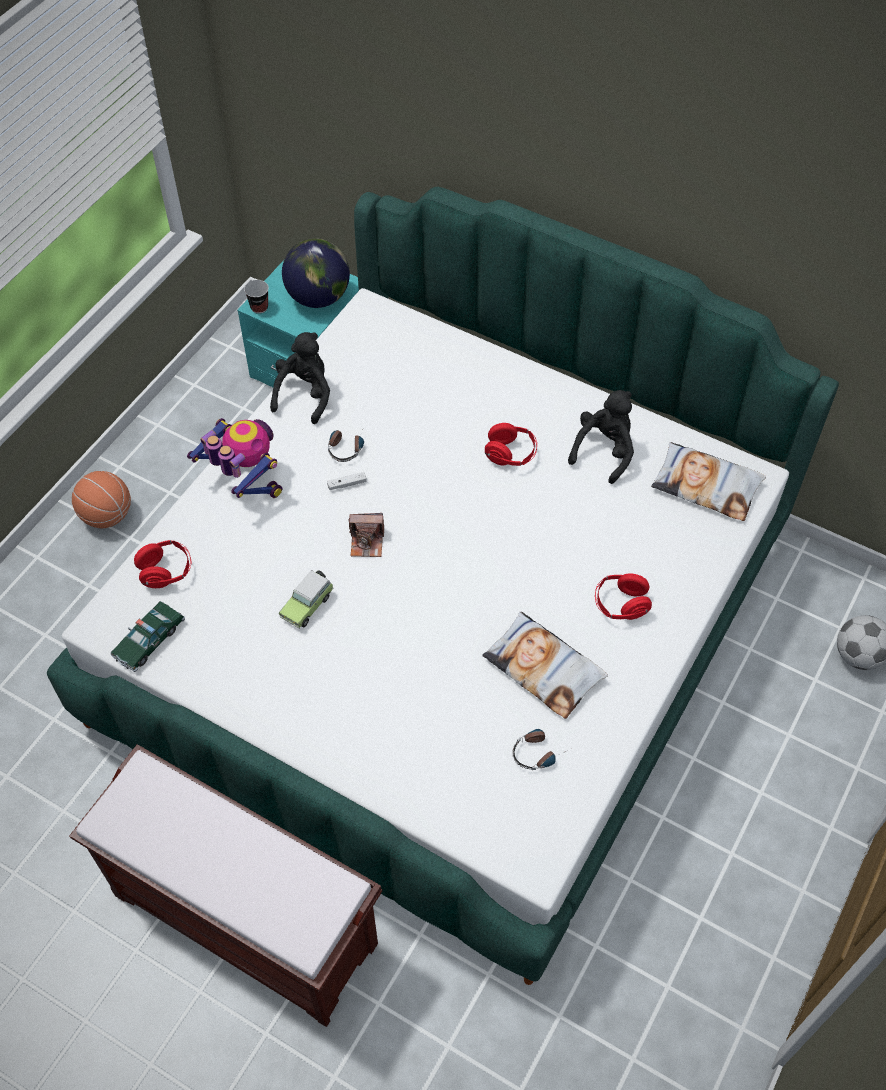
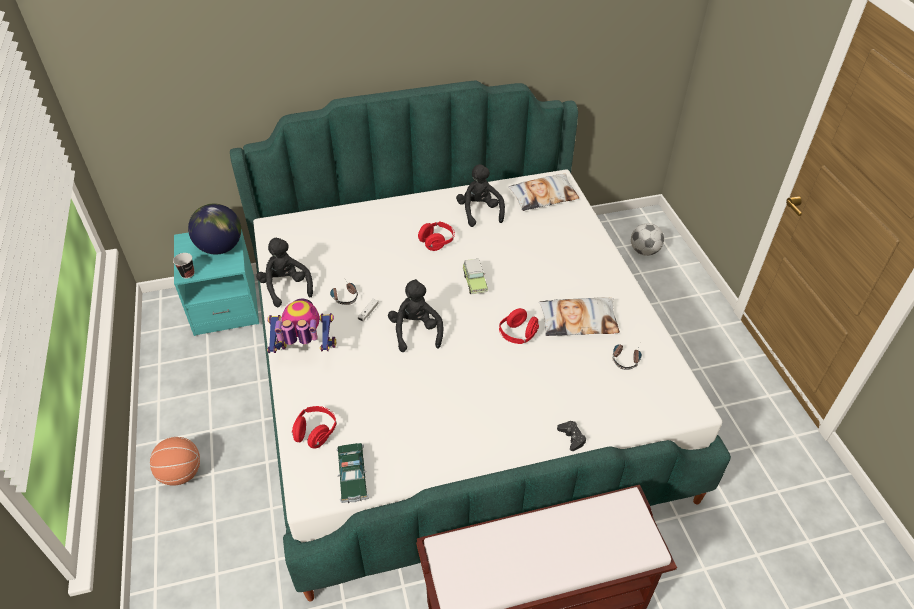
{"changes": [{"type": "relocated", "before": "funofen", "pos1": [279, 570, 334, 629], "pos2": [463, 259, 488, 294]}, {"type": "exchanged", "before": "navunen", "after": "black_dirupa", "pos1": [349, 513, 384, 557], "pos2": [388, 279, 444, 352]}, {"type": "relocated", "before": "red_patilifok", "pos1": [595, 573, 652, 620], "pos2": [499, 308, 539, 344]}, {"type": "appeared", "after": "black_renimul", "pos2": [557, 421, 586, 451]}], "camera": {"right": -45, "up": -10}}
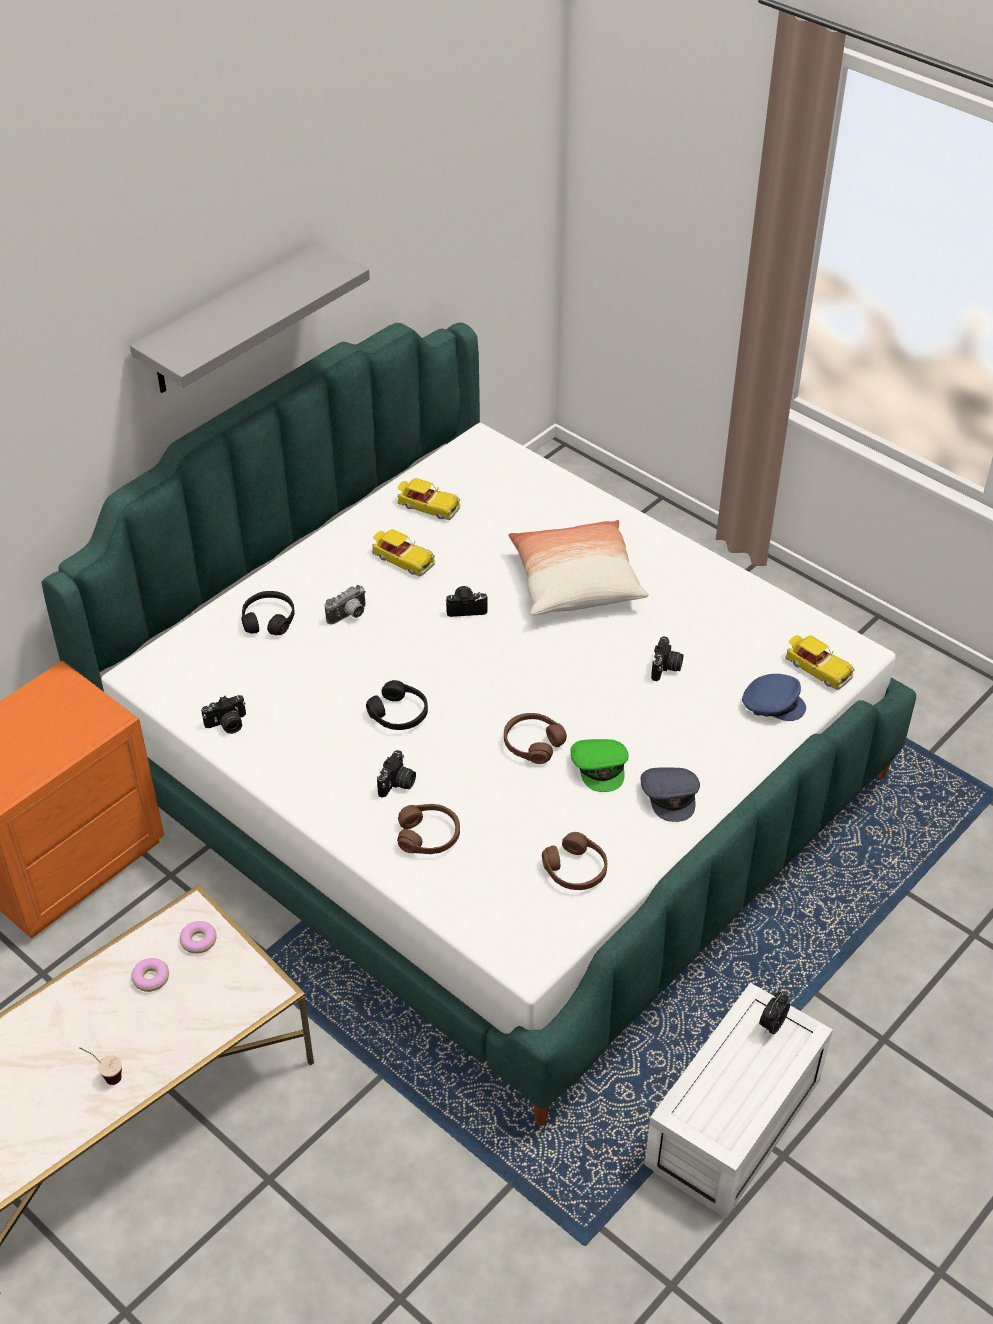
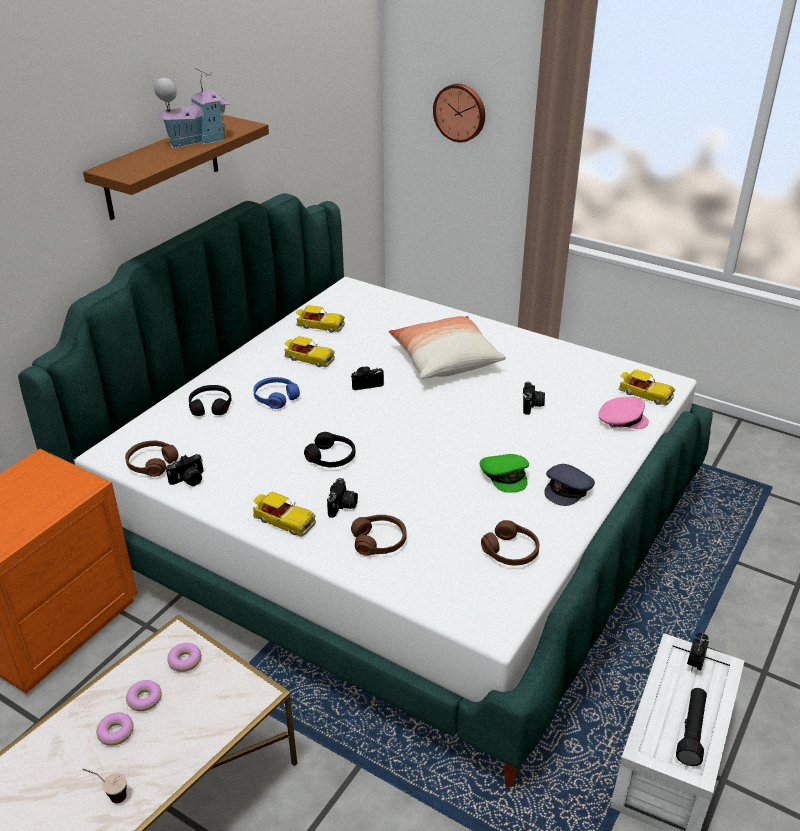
{"changes": [{"type": "colour", "before": "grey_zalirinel", "after": "brown_zalirinel", "pos1": [130, 242, 370, 393], "pos2": [83, 115, 269, 220]}, {"type": "exchanged", "before": "navunen", "after": "blue_patilifok", "pos1": [325, 585, 366, 624], "pos2": [253, 377, 300, 409]}, {"type": "relocated", "before": "brown_patilifok", "pos1": [504, 713, 567, 764], "pos2": [125, 441, 179, 477]}, {"type": "spun", "before": "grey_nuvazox", "pos1": [641, 767, 700, 822], "pos2": [544, 464, 595, 506], "turn": 60}, {"type": "colour", "before": "blue_nuvazox", "after": "pink_nuvazox", "pos1": [742, 674, 806, 721], "pos2": [599, 397, 649, 429]}, {"type": "appeared", "after": "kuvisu", "pos2": [96, 712, 134, 746]}, {"type": "appeared", "after": "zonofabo", "pos2": [154, 68, 229, 148]}, {"type": "appeared", "after": "funofen", "pos2": [253, 492, 316, 537]}, {"type": "appeared", "after": "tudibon", "pos2": [433, 84, 485, 142]}, {"type": "appeared", "after": "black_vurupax", "pos2": [676, 688, 707, 766]}], "camera": {"right": -10, "up": -10}}
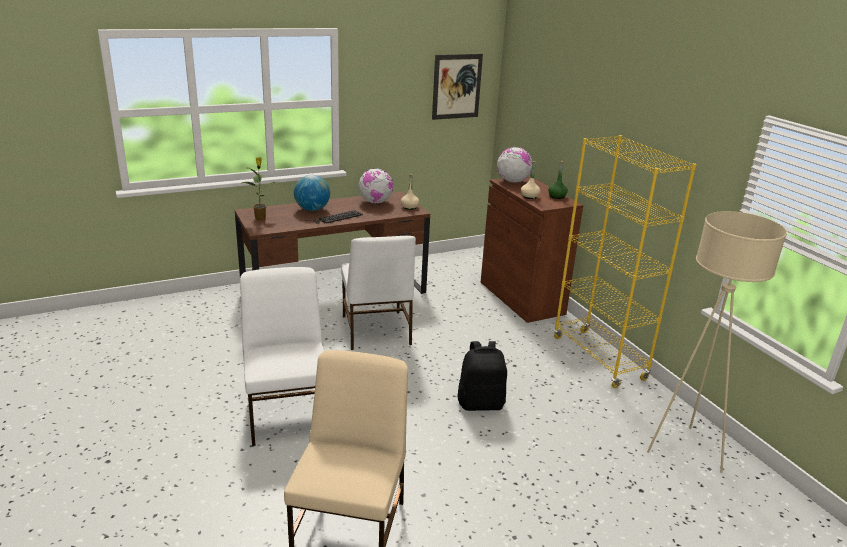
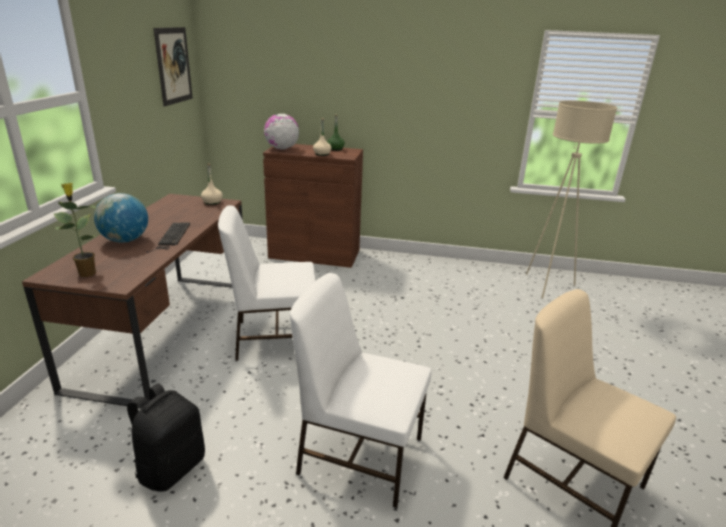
{"changes": [{"type": "spun", "before": "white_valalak", "pos1": [341, 236, 416, 350], "pos2": [218, 205, 316, 361], "turn": 150}, {"type": "missing", "before": "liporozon", "pos1": [358, 168, 393, 204]}, {"type": "relocated", "before": "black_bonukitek", "pos1": [457, 341, 507, 411], "pos2": [127, 383, 205, 492]}, {"type": "missing", "before": "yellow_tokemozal", "pos1": [554, 135, 697, 388]}], "camera": {"right": -55, "up": 0}}
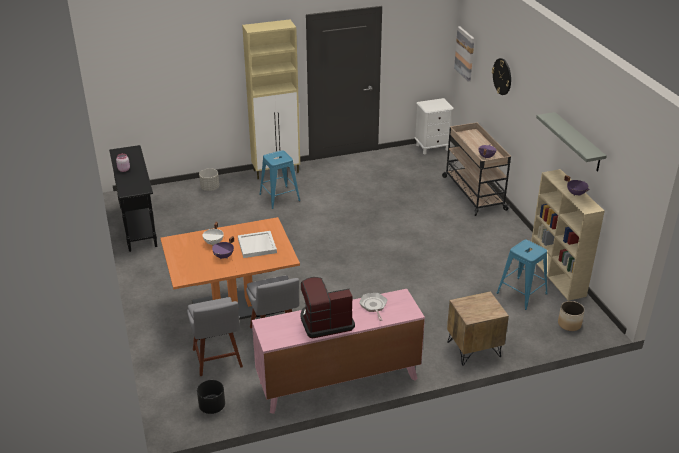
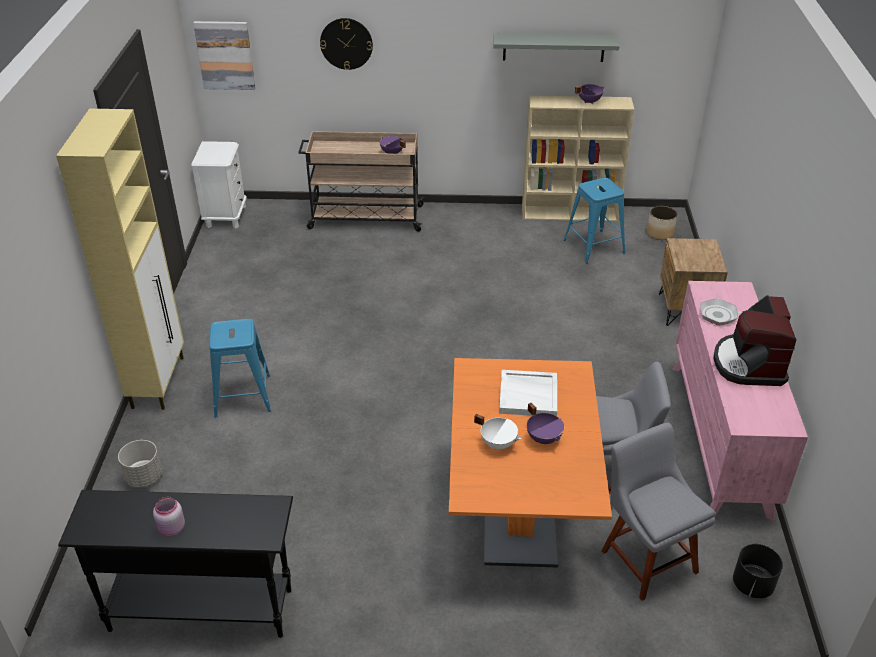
{"changes": [{"type": "spun", "before": "grey_valalak", "pos1": [187, 297, 243, 376], "pos2": [601, 423, 715, 601], "turn": -120}], "camera": {"right": -70, "up": 5}}
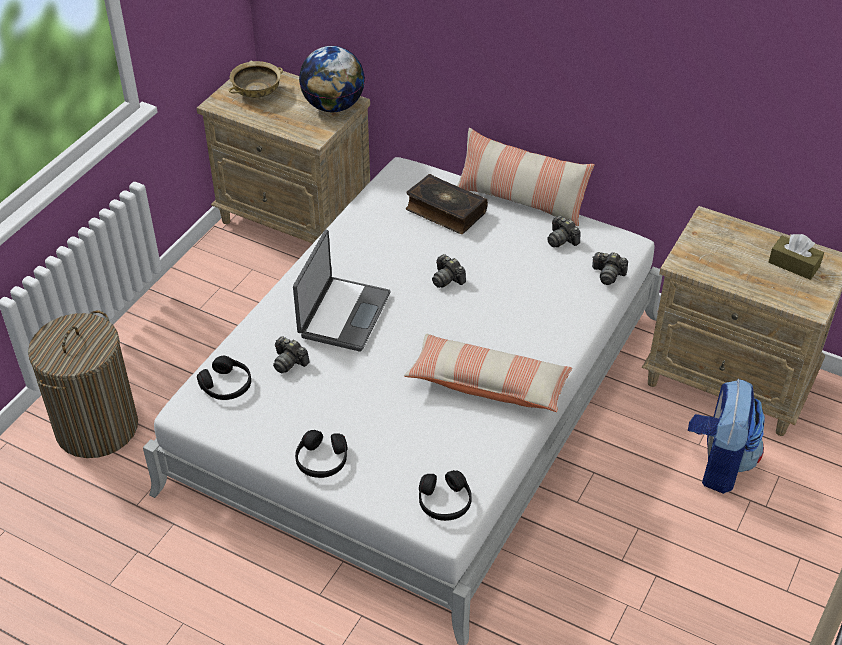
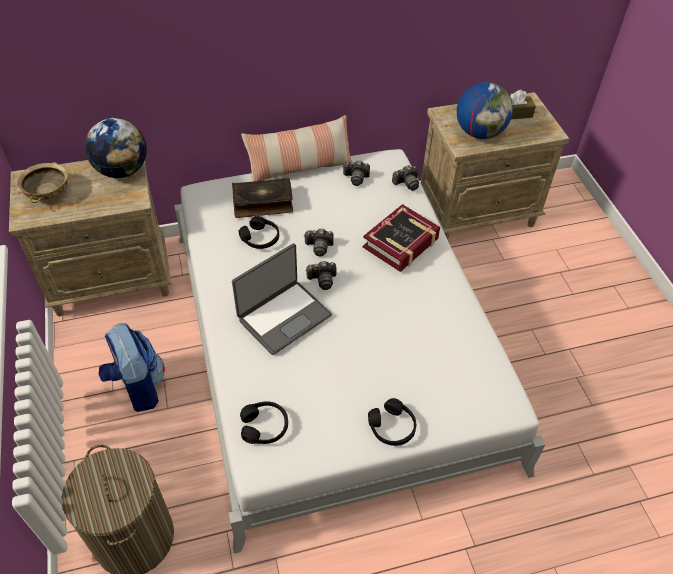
{"changes": [{"type": "relocated", "before": "navunen", "pos1": [273, 336, 309, 373], "pos2": [306, 261, 337, 290]}, {"type": "spun", "before": "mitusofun", "pos1": [293, 230, 390, 352], "pos2": [232, 243, 332, 355], "turn": 75}, {"type": "missing", "before": "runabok", "pos1": [404, 334, 572, 412]}, {"type": "relocated", "before": "black_patilifok", "pos1": [419, 470, 472, 521], "pos2": [239, 216, 279, 249]}, {"type": "relocated", "before": "bonukitek", "pos1": [688, 379, 765, 494], "pos2": [99, 323, 165, 412]}, {"type": "appeared", "after": "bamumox", "pos2": [362, 204, 440, 272]}, {"type": "appeared", "after": "liporozon", "pos2": [457, 82, 513, 139]}], "camera": {"right": -45, "up": 5}}
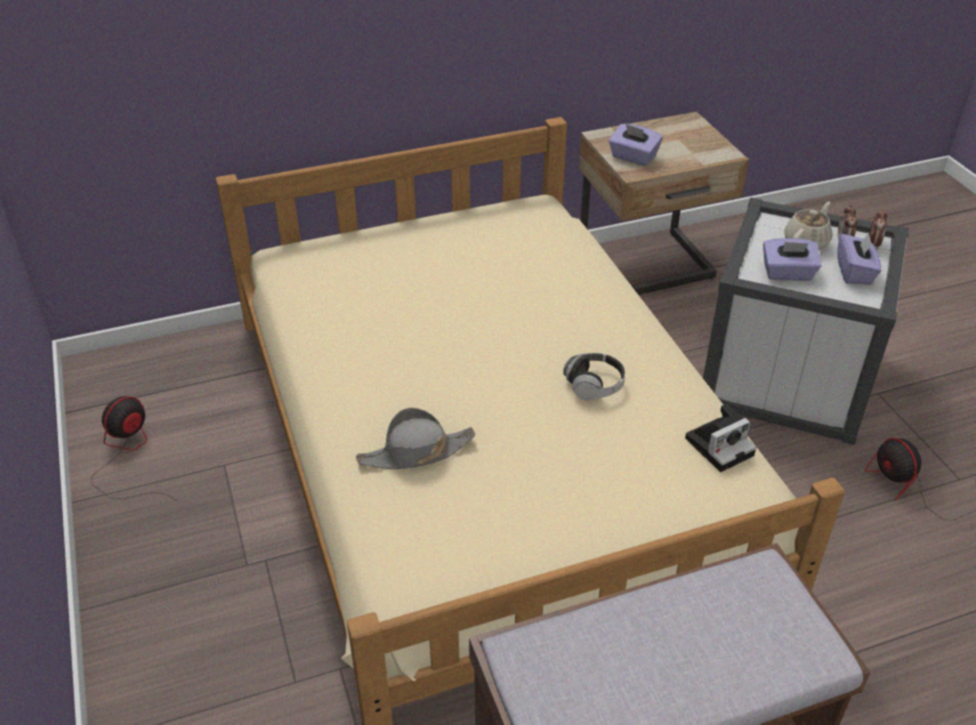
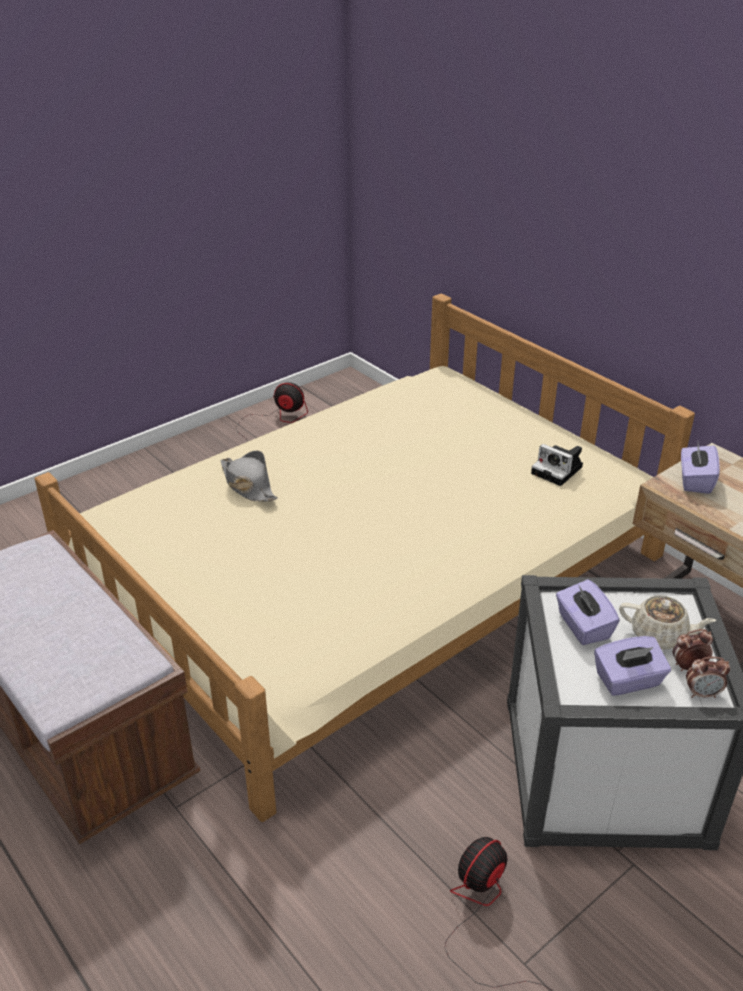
{"changes": [{"type": "missing", "before": "patilifok", "pos1": [563, 353, 625, 400]}, {"type": "relocated", "before": "navunen", "pos1": [685, 404, 756, 472], "pos2": [531, 444, 583, 486]}], "camera": {"right": 70, "up": -5}}
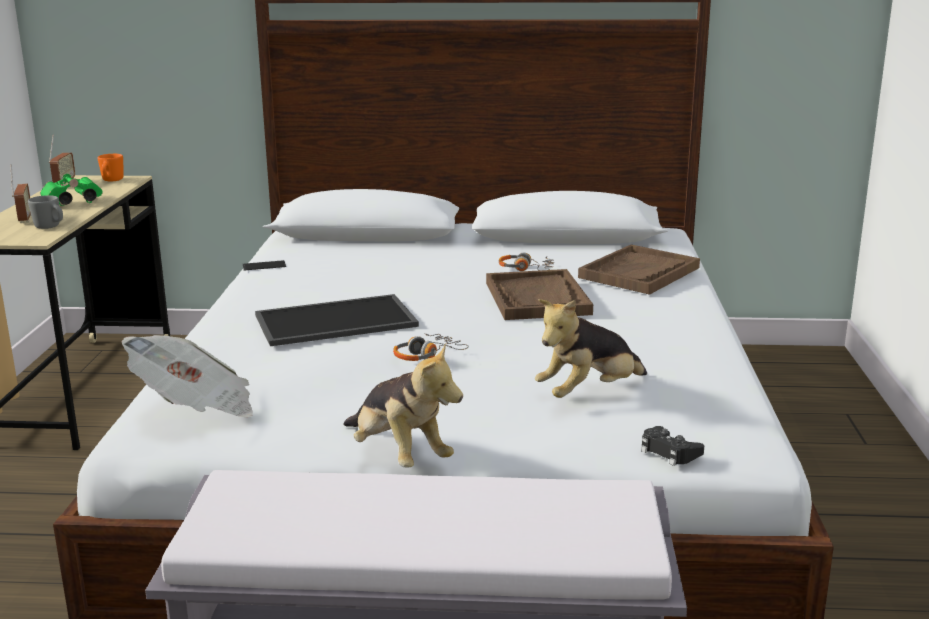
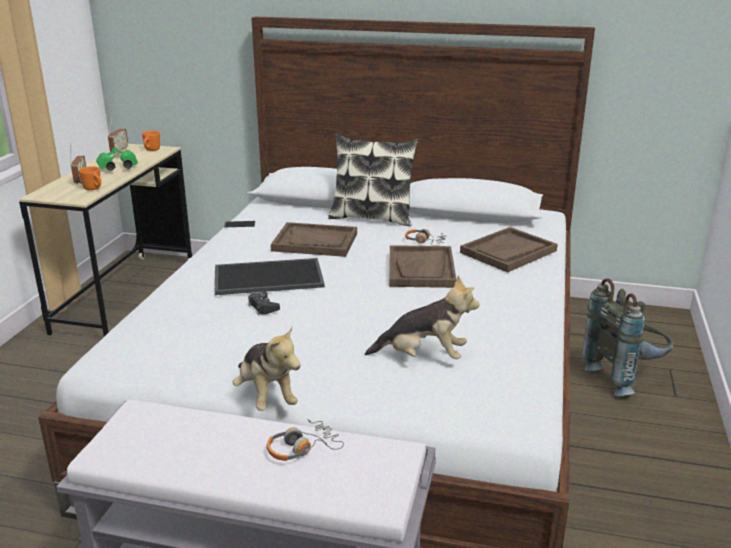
{"changes": [{"type": "colour", "before": "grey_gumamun", "after": "orange_gumamun", "pos1": [28, 195, 63, 229], "pos2": [79, 166, 101, 190]}, {"type": "missing", "before": "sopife", "pos1": [121, 335, 253, 417]}, {"type": "relocated", "before": "patilifok", "pos1": [393, 333, 469, 361], "pos2": [267, 418, 344, 461]}, {"type": "spun", "before": "dirupa", "pos1": [535, 299, 647, 398], "pos2": [365, 276, 480, 359], "turn": -150}, {"type": "relocated", "before": "black_renimul", "pos1": [641, 426, 704, 466], "pos2": [248, 292, 280, 315]}, {"type": "appeared", "after": "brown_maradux", "pos2": [271, 222, 357, 257]}, {"type": "appeared", "after": "runabok", "pos2": [328, 134, 418, 226]}, {"type": "appeared", "after": "grey_bonukitek", "pos2": [582, 278, 673, 396]}], "camera": {"right": 10, "up": 5}}
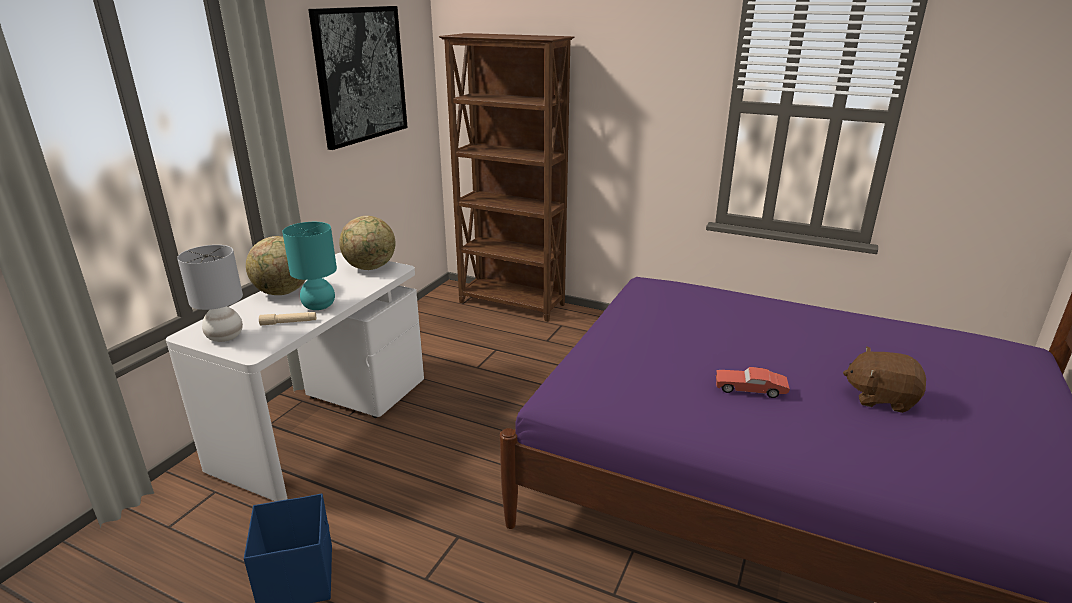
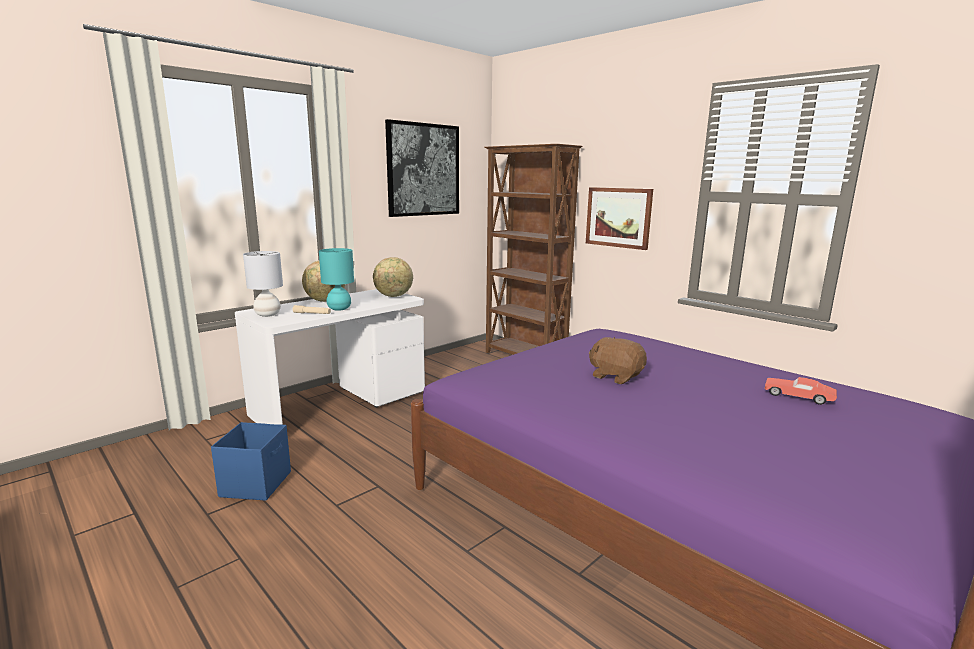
{"changes": [{"type": "relocated", "before": "red_funofen", "pos1": [716, 367, 790, 398], "pos2": [764, 377, 837, 405]}, {"type": "relocated", "before": "brown_dirupa", "pos1": [843, 346, 926, 413], "pos2": [589, 337, 647, 384]}, {"type": "appeared", "after": "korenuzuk", "pos2": [586, 187, 653, 250]}], "camera": {"right": 20, "up": -10}}
